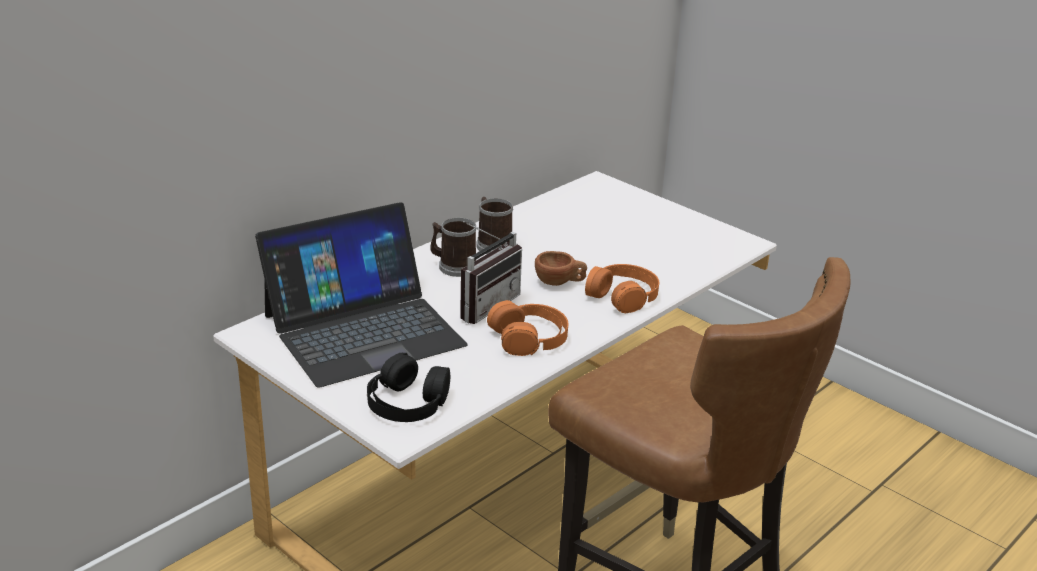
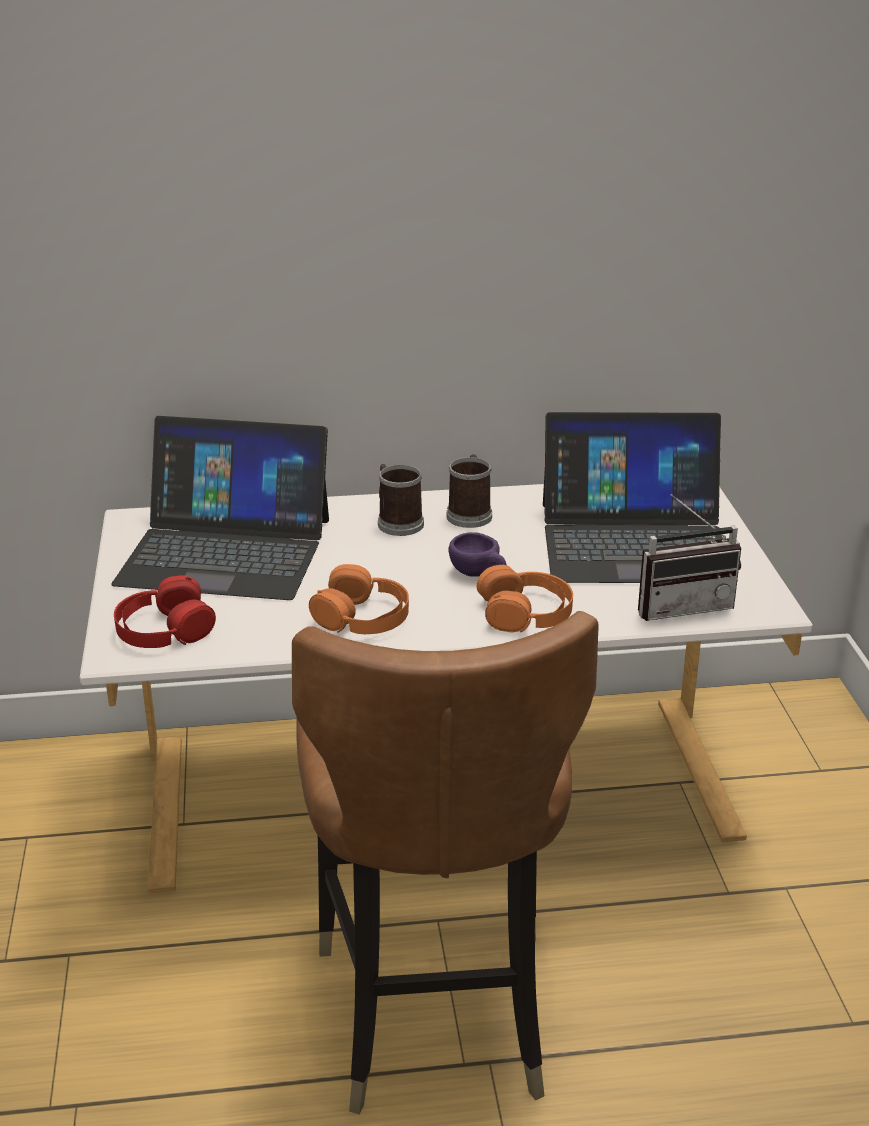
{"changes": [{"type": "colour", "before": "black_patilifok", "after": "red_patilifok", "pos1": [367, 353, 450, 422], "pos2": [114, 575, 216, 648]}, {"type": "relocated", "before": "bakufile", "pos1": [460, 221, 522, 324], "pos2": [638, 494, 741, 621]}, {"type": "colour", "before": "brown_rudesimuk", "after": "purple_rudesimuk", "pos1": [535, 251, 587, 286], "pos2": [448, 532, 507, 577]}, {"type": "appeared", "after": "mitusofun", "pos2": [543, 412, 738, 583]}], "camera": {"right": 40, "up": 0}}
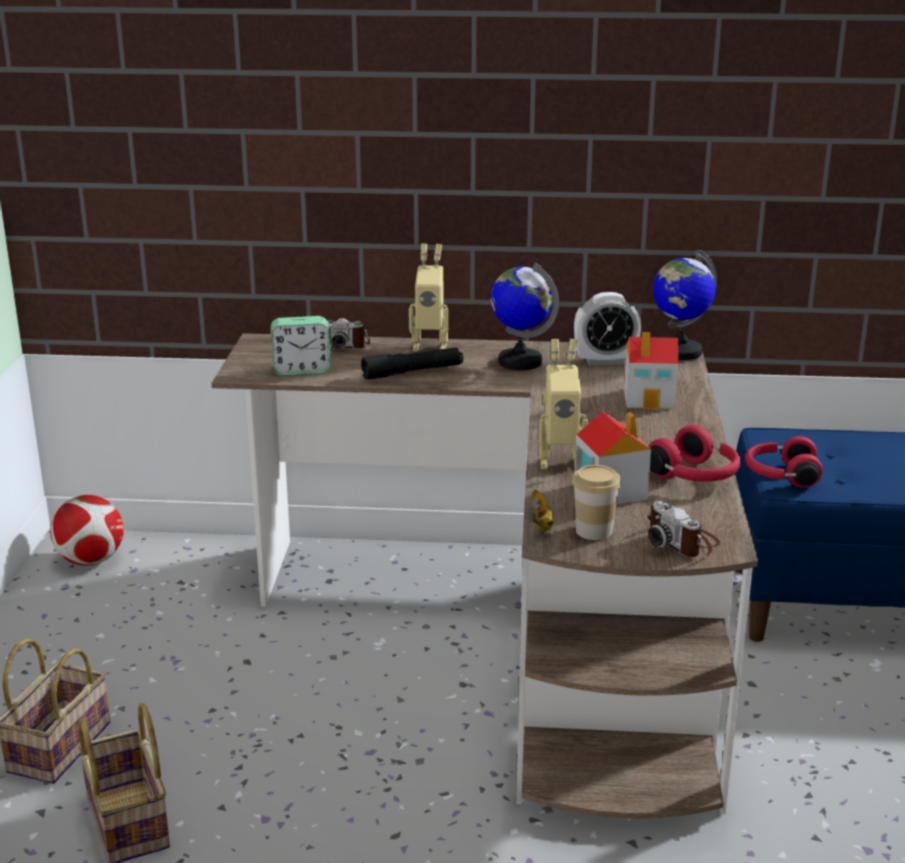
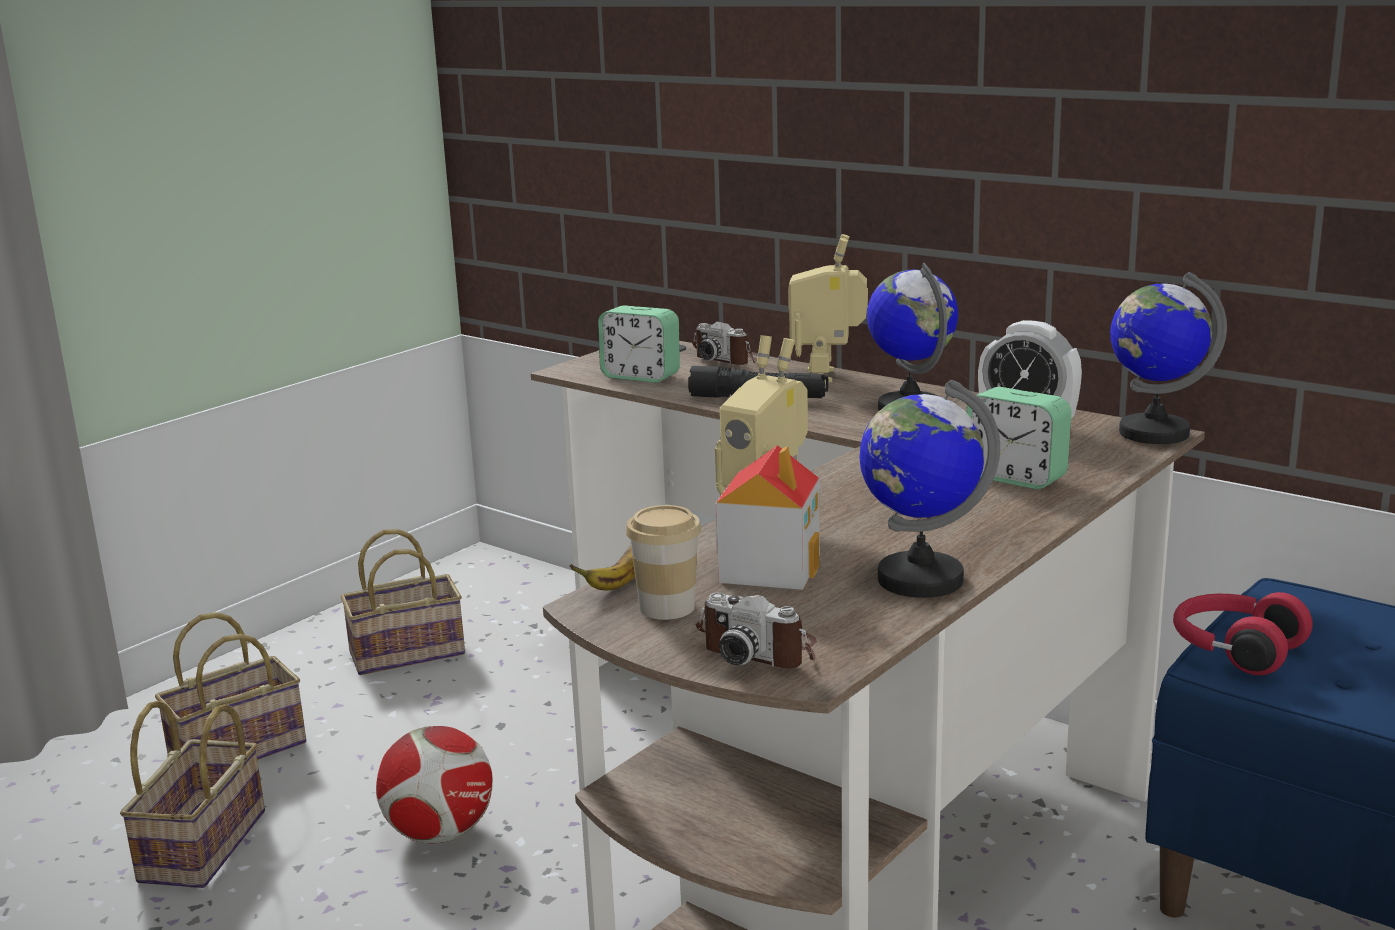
{"changes": [{"type": "relocated", "before": "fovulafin", "pos1": [50, 495, 124, 566], "pos2": [376, 726, 493, 843]}, {"type": "spun", "before": "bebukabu", "pos1": [409, 244, 448, 351], "pos2": [788, 234, 868, 382], "turn": 60}, {"type": "exchanged", "before": "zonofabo", "after": "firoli", "pos1": [624, 332, 679, 410], "pos2": [967, 387, 1072, 489]}, {"type": "spun", "before": "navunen", "pos1": [647, 500, 720, 557], "pos2": [696, 592, 817, 669], "turn": -60}, {"type": "exchanged", "before": "red_patilifok", "after": "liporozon", "pos1": [648, 425, 741, 482], "pos2": [859, 380, 1000, 598]}, {"type": "appeared", "after": "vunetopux", "pos2": [341, 529, 465, 675]}], "camera": {"right": 35, "up": -5}}
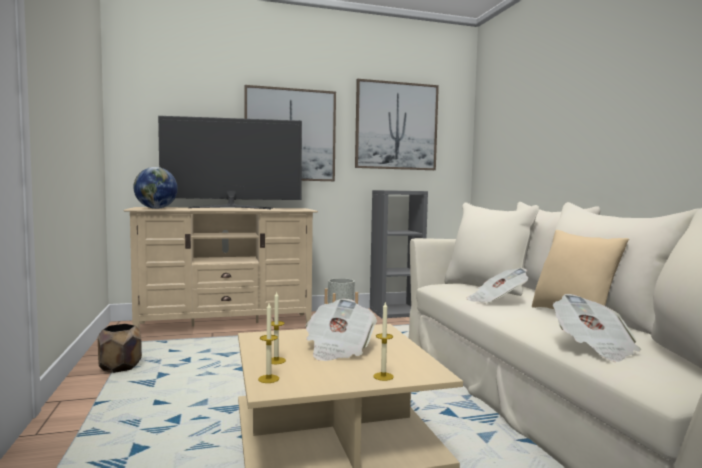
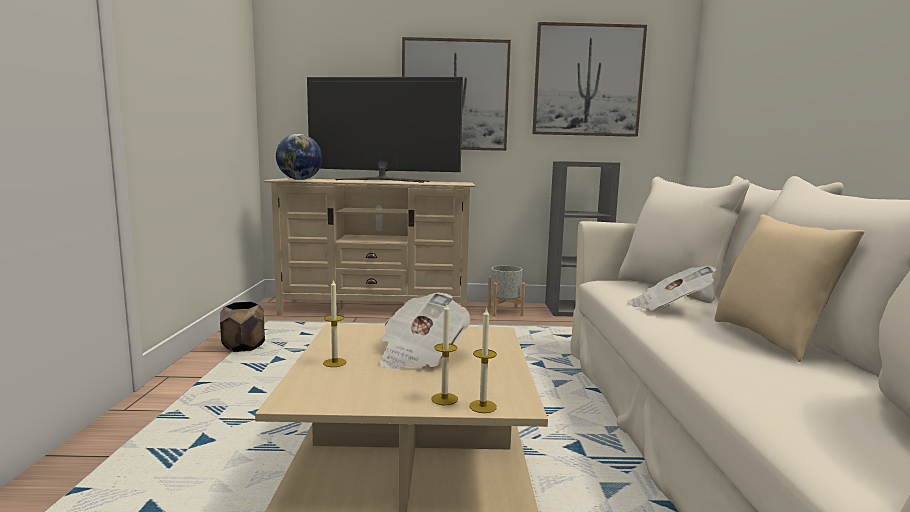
{"changes": [{"type": "relocated", "before": "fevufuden", "pos1": [258, 303, 279, 383], "pos2": [469, 307, 497, 413]}, {"type": "missing", "before": "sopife", "pos1": [553, 294, 641, 362]}], "camera": {"right": 15, "up": 5}}
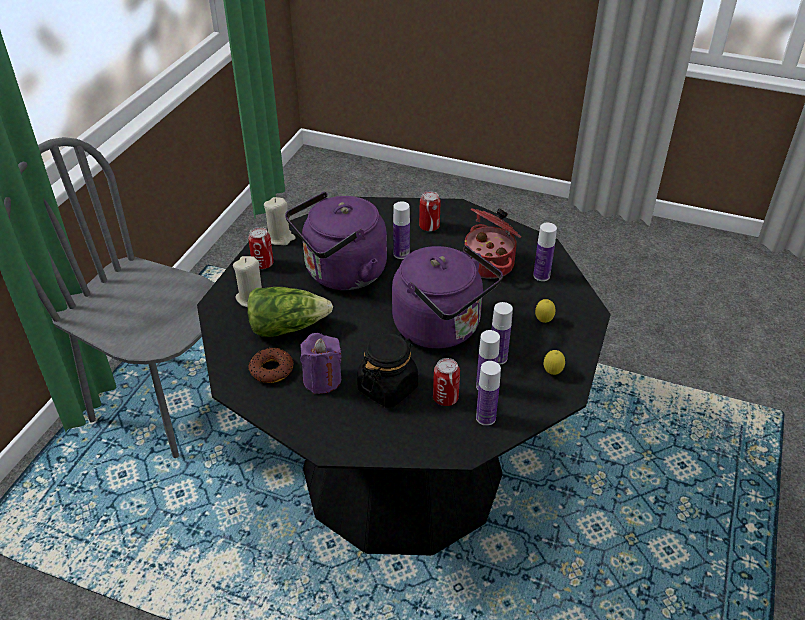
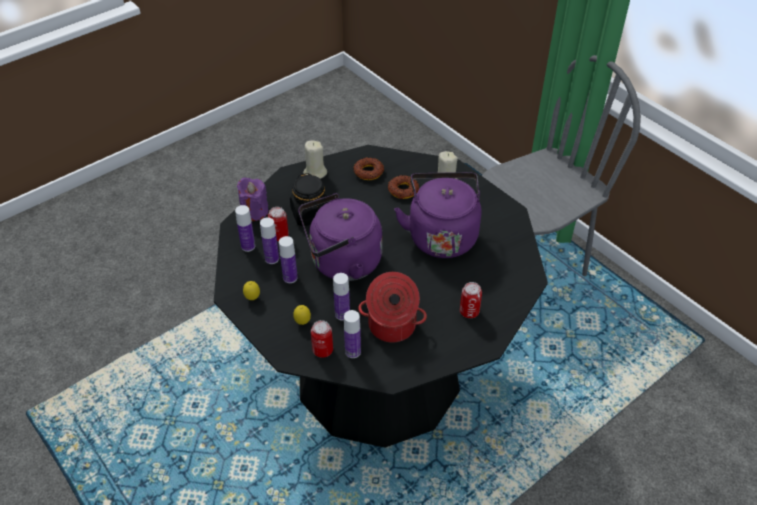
{"changes": [{"type": "exchanged", "before": "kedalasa", "after": "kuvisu", "pos1": [247, 287, 333, 337], "pos2": [388, 175, 419, 199]}, {"type": "relocated", "before": "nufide", "pos1": [248, 227, 274, 269], "pos2": [311, 320, 333, 358]}, {"type": "relocated", "before": "beige_fevufuden", "pos1": [264, 197, 296, 245], "pos2": [303, 140, 327, 179]}, {"type": "relocated", "before": "purple_fevufuden", "pos1": [300, 333, 341, 394], "pos2": [237, 177, 268, 221]}, {"type": "relocated", "before": "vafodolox", "pos1": [393, 202, 410, 259], "pos2": [333, 273, 350, 321]}], "camera": {"right": 120, "up": 5}}
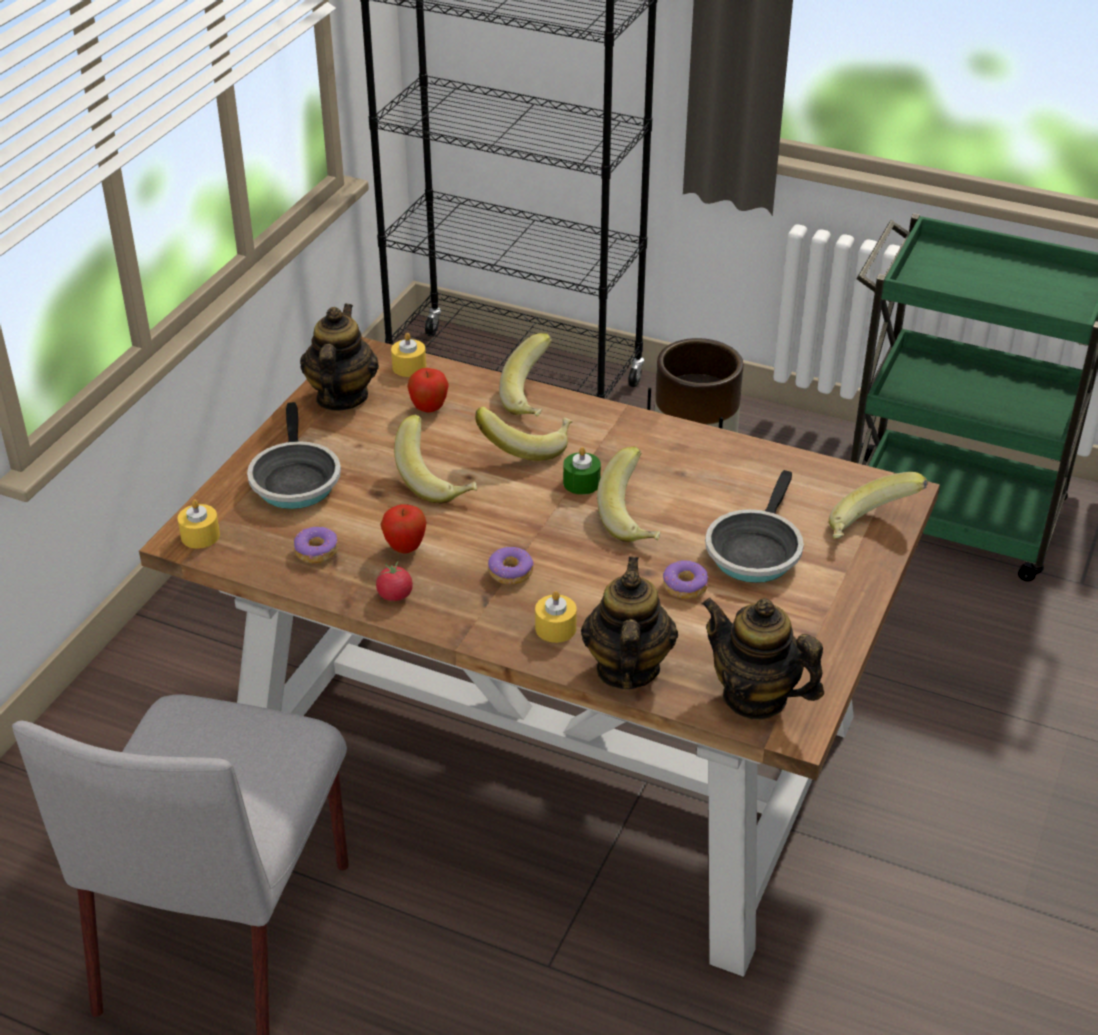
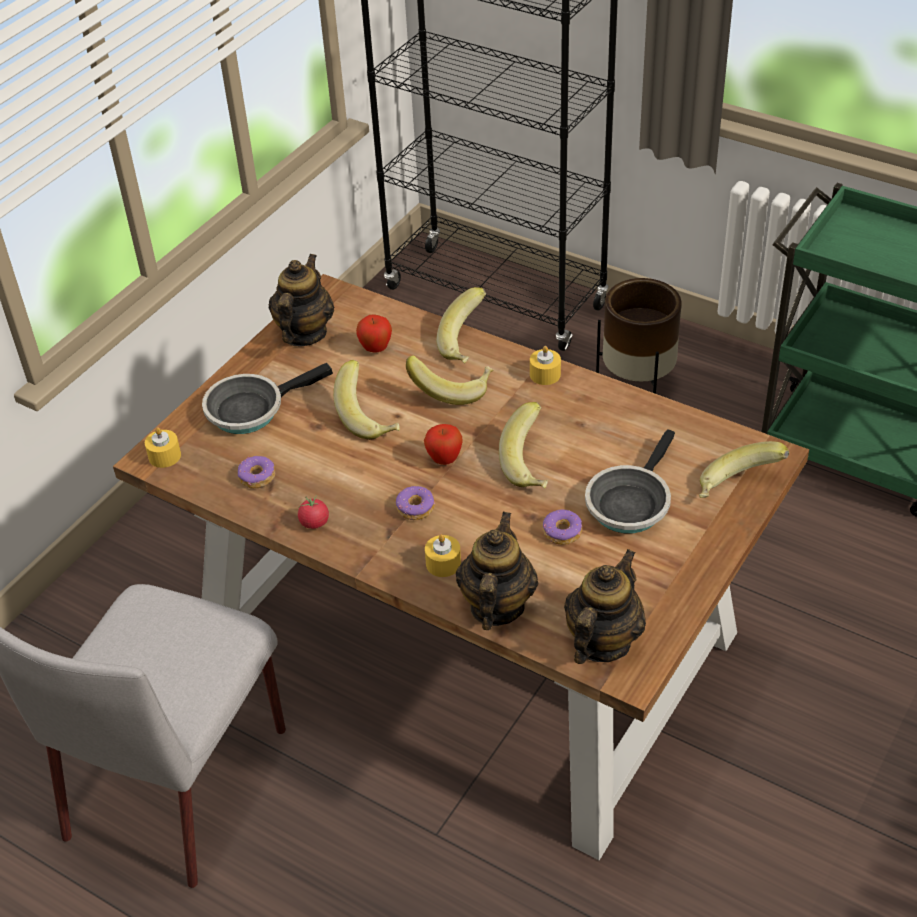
{"changes": [{"type": "spun", "before": "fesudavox", "pos1": [247, 402, 341, 509], "pos2": [202, 363, 333, 434], "turn": 60}, {"type": "relocated", "before": "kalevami", "pos1": [380, 504, 426, 554], "pos2": [424, 424, 463, 465]}, {"type": "relocated", "before": "yellow_fevufuden", "pos1": [391, 333, 426, 377], "pos2": [530, 346, 561, 385]}, {"type": "missing", "before": "green_fevufuden", "pos1": [563, 447, 601, 495]}, {"type": "spun", "before": "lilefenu", "pos1": [702, 598, 824, 720], "pos2": [564, 549, 646, 664], "turn": 75}], "camera": {"right": 10, "up": 5}}
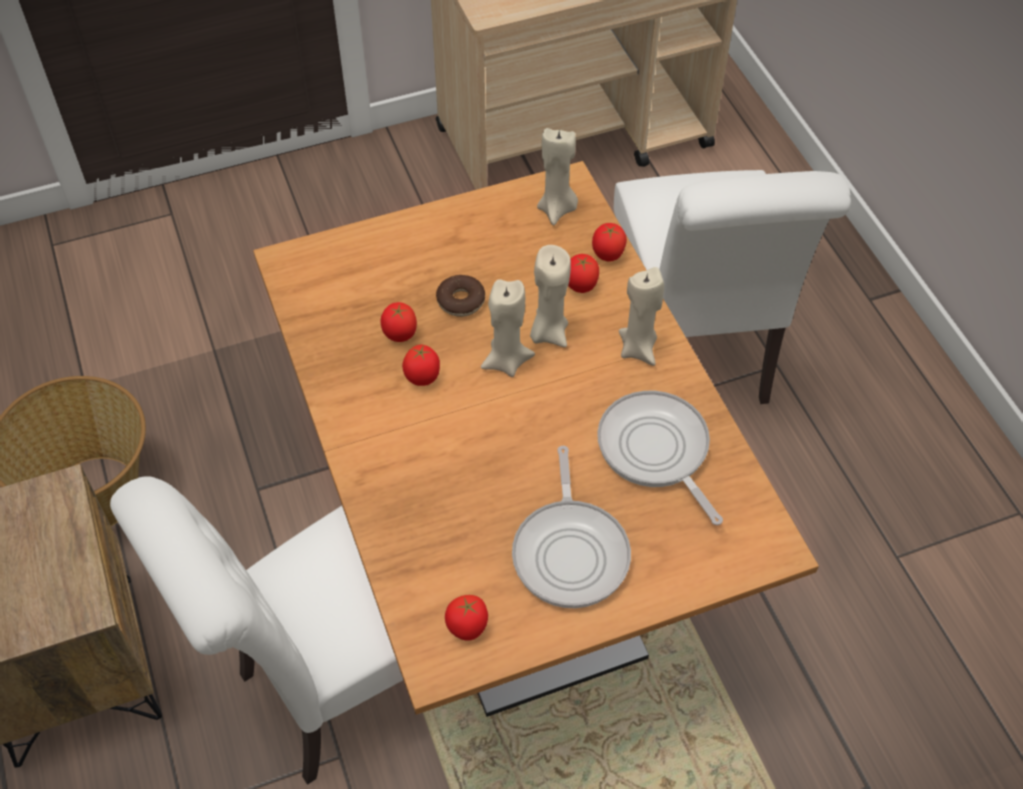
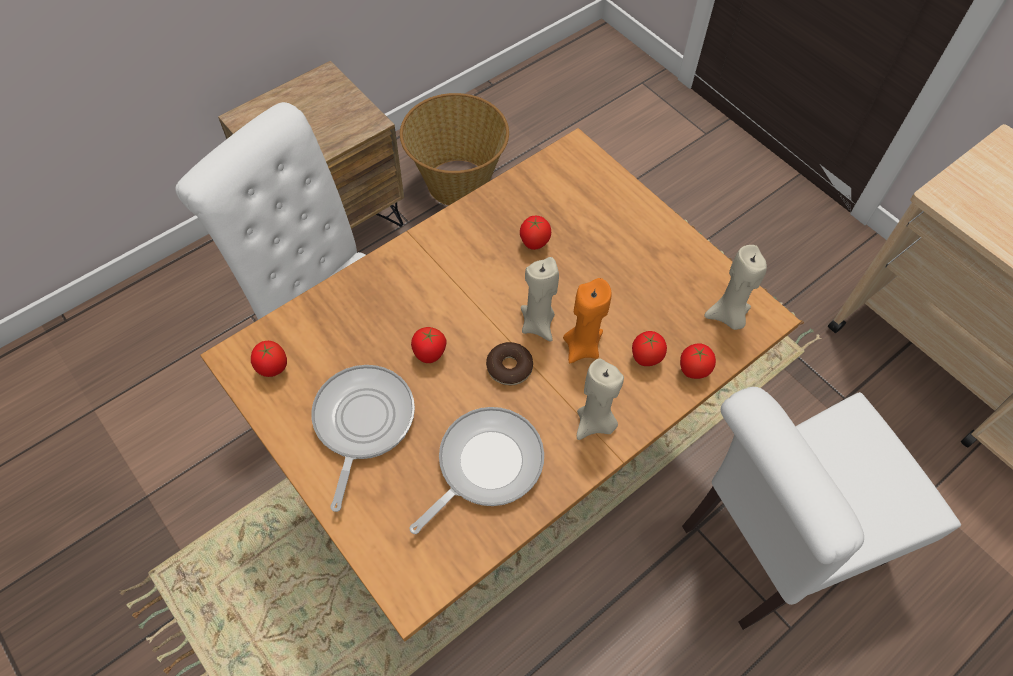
{"changes": [{"type": "relocated", "before": "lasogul", "pos1": [402, 345, 440, 386], "pos2": [411, 327, 446, 363]}, {"type": "relocated", "before": "kuvisu", "pos1": [436, 275, 485, 317], "pos2": [486, 342, 533, 386]}, {"type": "spun", "before": "fesudavox", "pos1": [512, 446, 631, 608], "pos2": [311, 365, 415, 512], "turn": 120}, {"type": "colour", "before": "beige_fevufuden", "after": "orange_fevufuden", "pos1": [530, 245, 571, 347], "pos2": [563, 278, 612, 363]}], "camera": {"right": 70, "up": 5}}
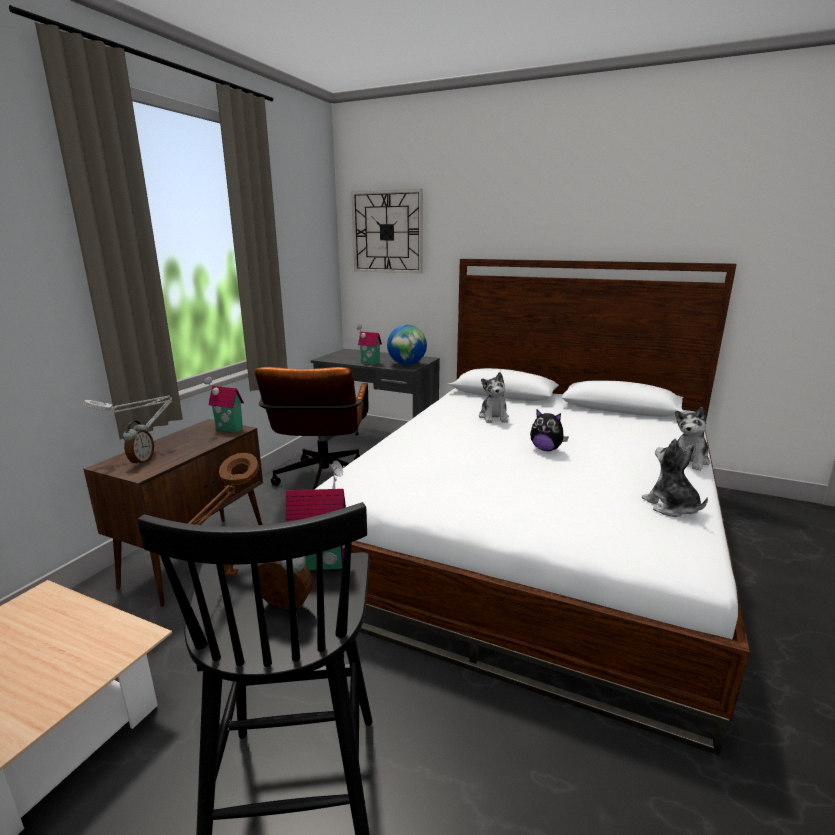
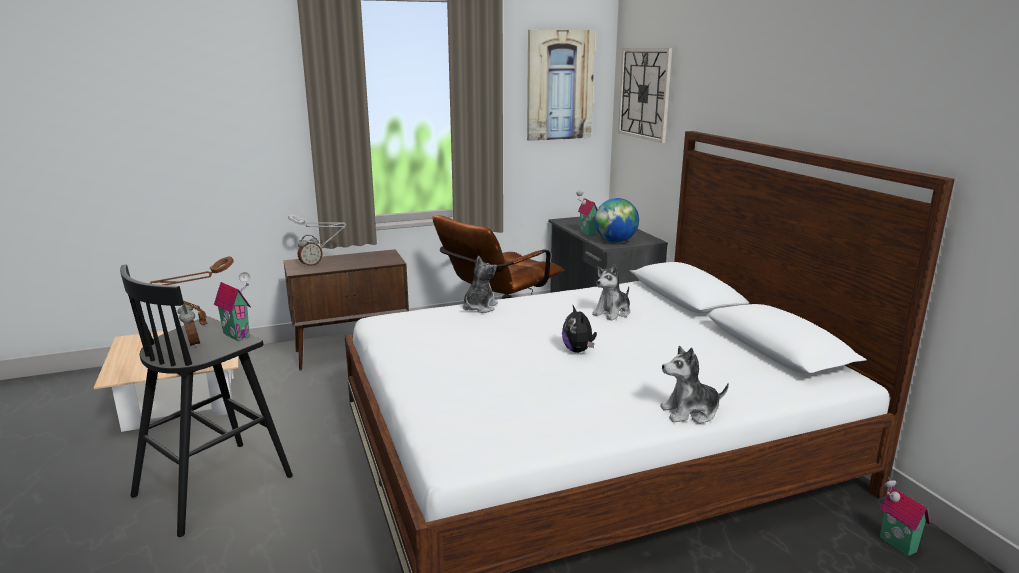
{"changes": [{"type": "relocated", "before": "zonofabo", "pos1": [204, 377, 244, 432], "pos2": [880, 477, 930, 556]}, {"type": "relocated", "before": "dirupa", "pos1": [642, 439, 708, 517], "pos2": [463, 256, 498, 313]}, {"type": "appeared", "after": "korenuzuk", "pos2": [527, 30, 595, 141]}], "camera": {"right": 45, "up": 0}}
